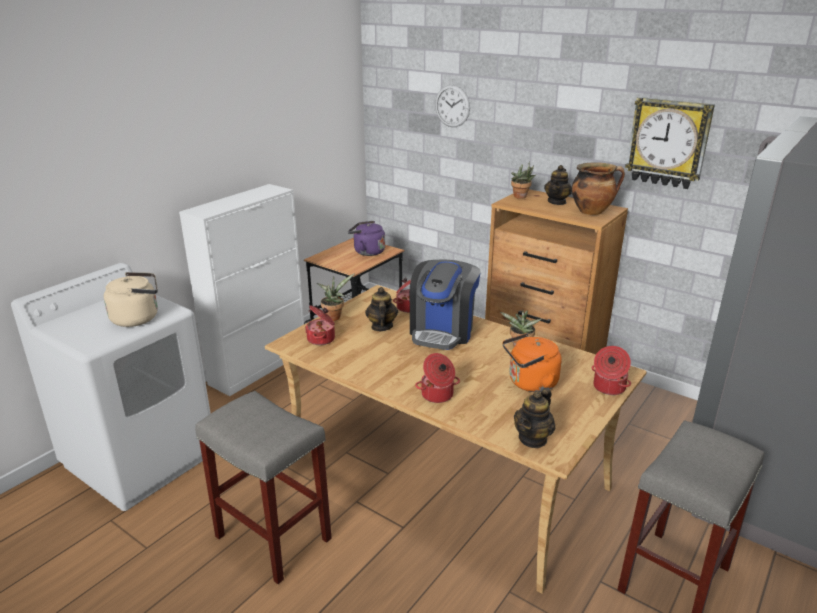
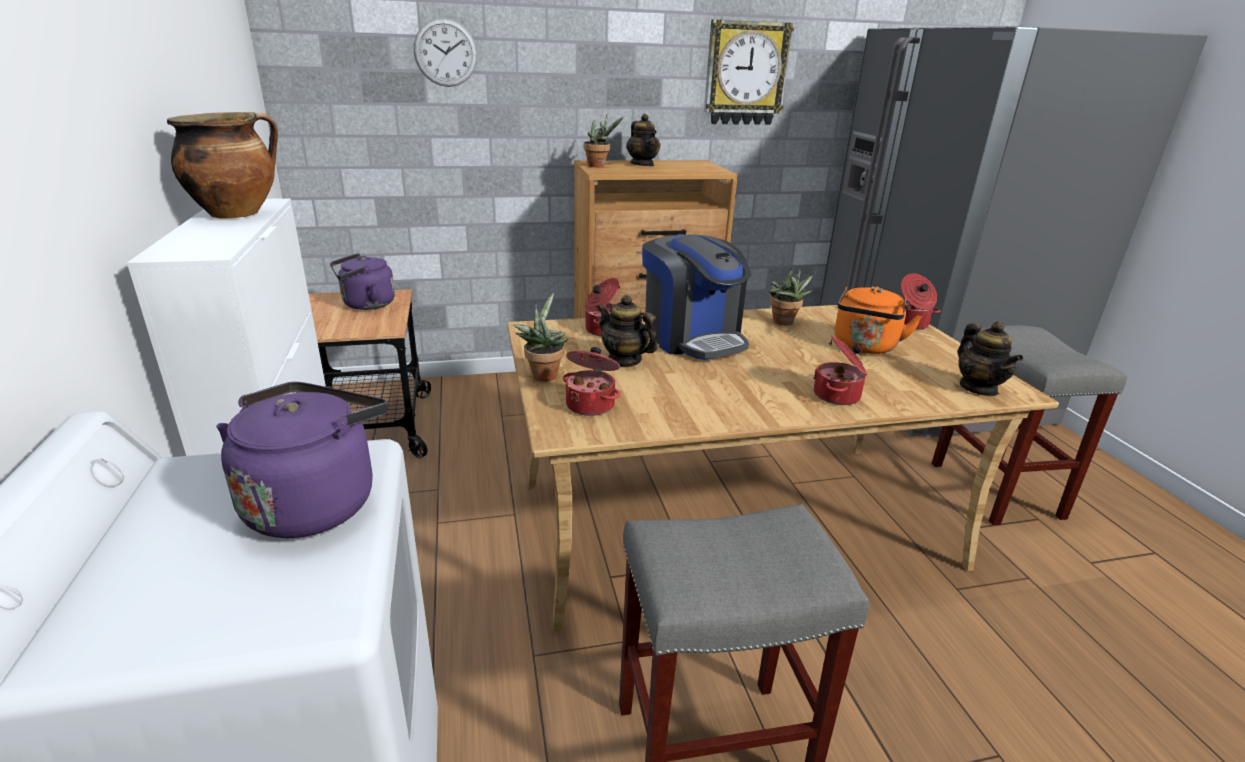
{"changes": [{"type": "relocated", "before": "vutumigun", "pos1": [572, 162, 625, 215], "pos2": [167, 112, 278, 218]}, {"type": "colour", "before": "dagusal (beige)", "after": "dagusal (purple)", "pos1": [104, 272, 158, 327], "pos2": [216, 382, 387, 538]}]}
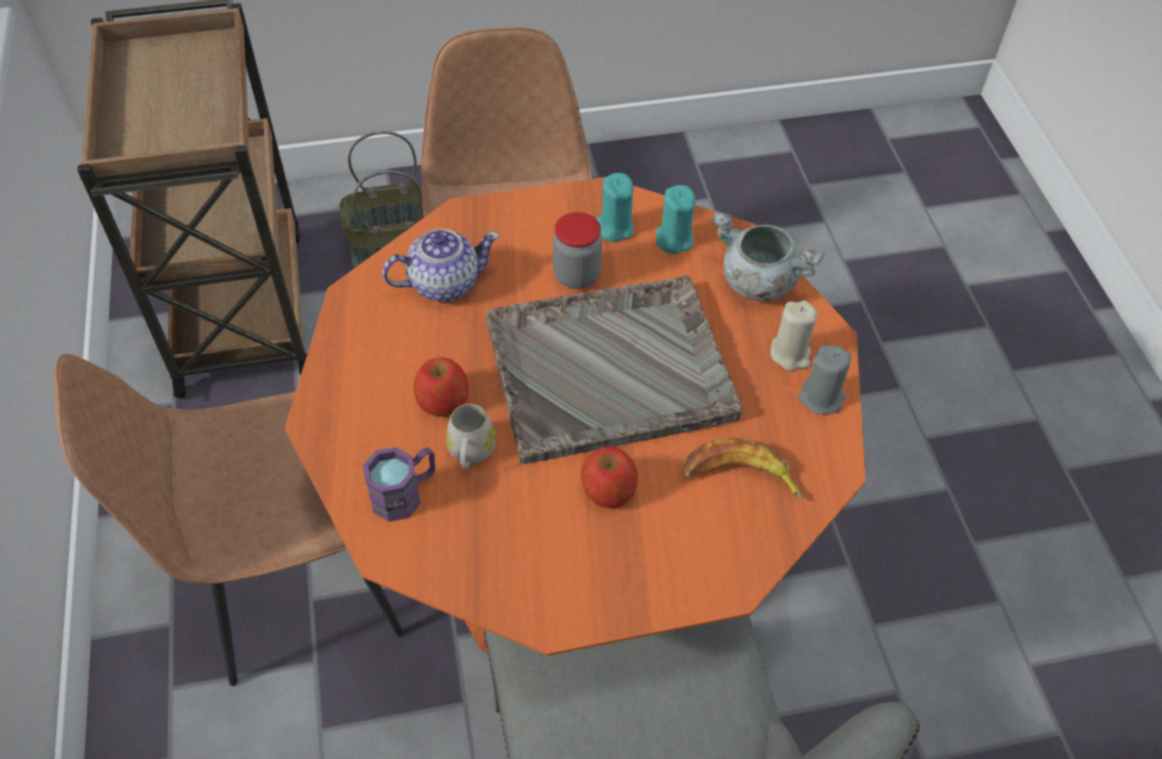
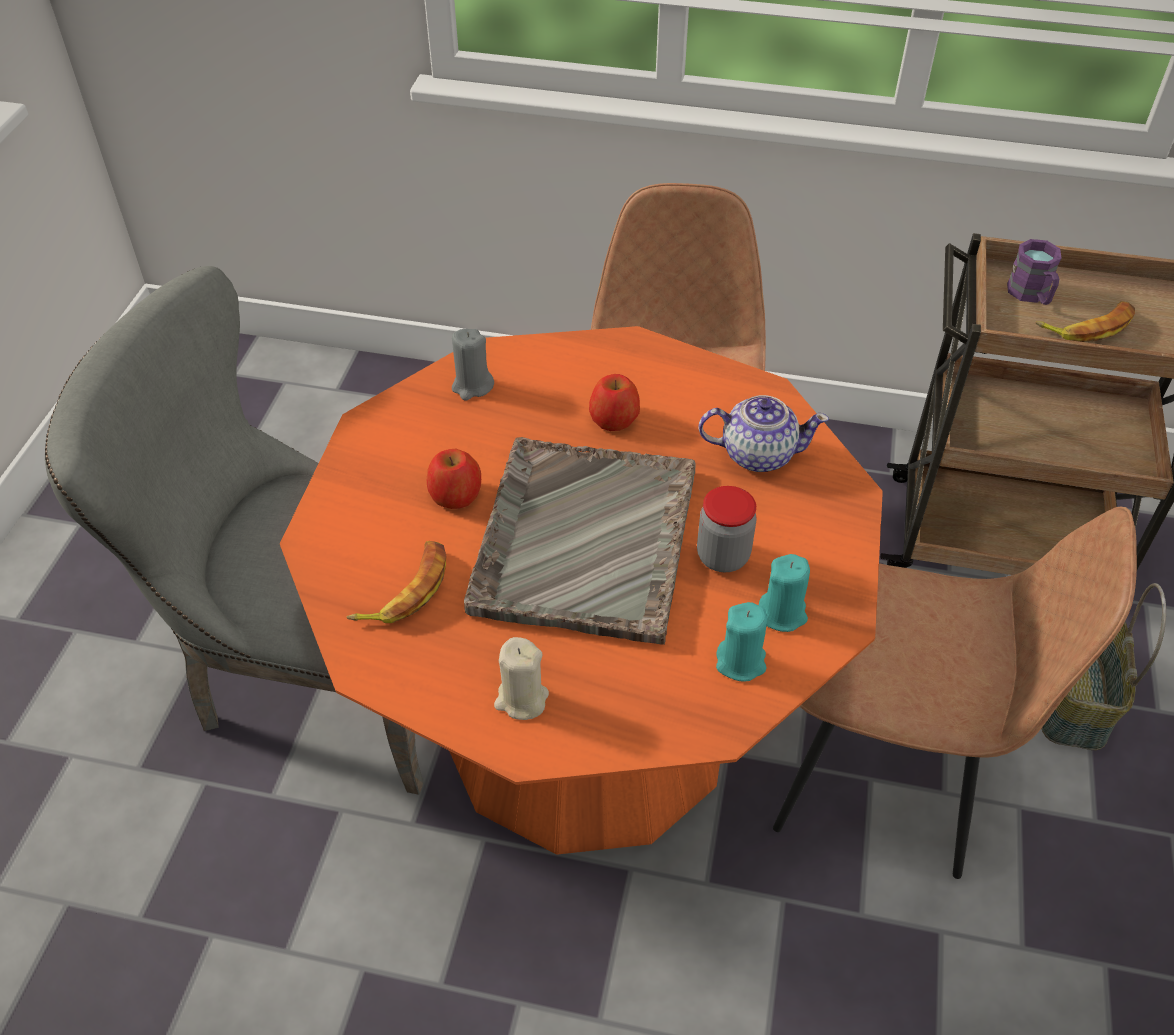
{"changes": [{"type": "missing", "before": "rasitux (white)", "pos1": [446, 404, 496, 469]}, {"type": "missing", "before": "vutumigun (grey)", "pos1": [712, 211, 824, 301]}, {"type": "appeared", "after": "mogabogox", "pos2": [1036, 302, 1135, 342]}, {"type": "relocated", "before": "rasitux (purple)", "pos1": [363, 447, 435, 522], "pos2": [1007, 239, 1062, 305]}, {"type": "relocated", "before": "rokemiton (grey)", "pos1": [798, 346, 851, 415], "pos2": [452, 329, 494, 400]}, {"type": "spun", "before": "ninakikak", "pos1": [382, 229, 499, 302], "pos2": [698, 395, 829, 472], "turn": -90}]}
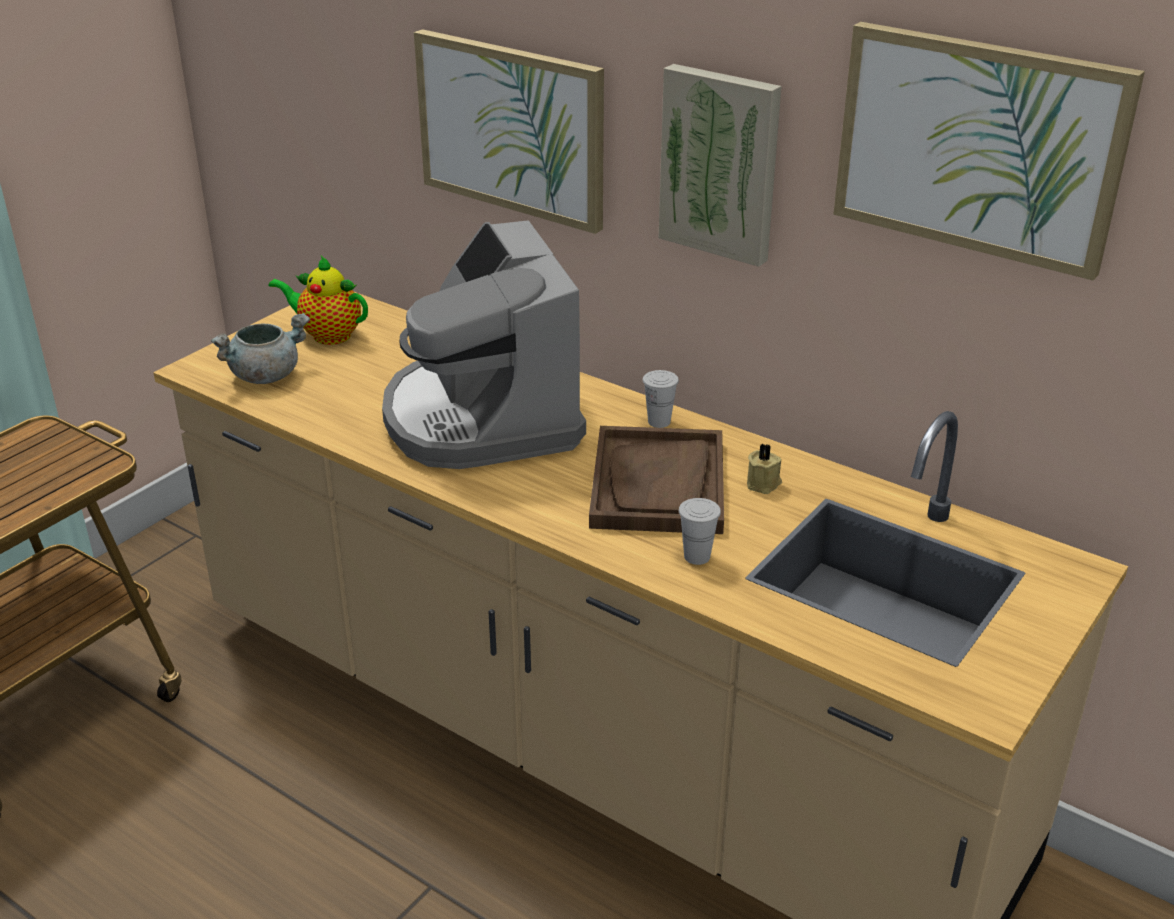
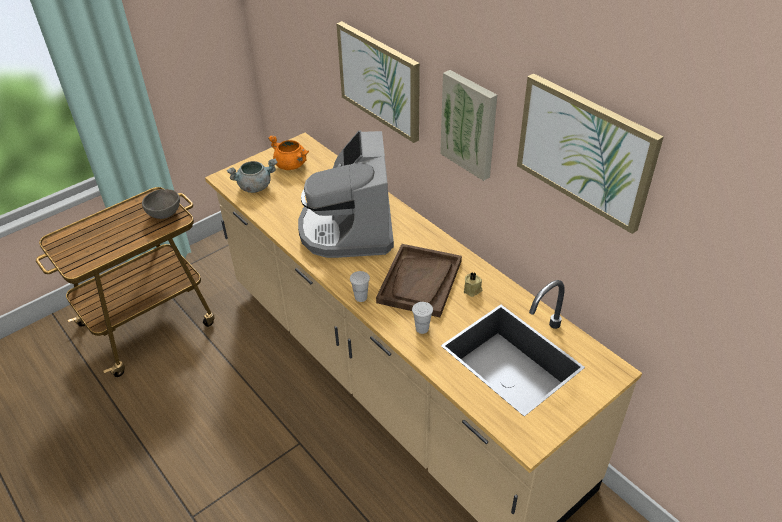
{"changes": [{"type": "appeared", "after": "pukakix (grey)", "pos2": [142, 189, 180, 219]}, {"type": "relocated", "before": "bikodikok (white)", "pos1": [643, 370, 679, 428], "pos2": [350, 271, 370, 302]}, {"type": "exchanged", "before": "ninakikak", "after": "vutumigun (orange)", "pos1": [269, 256, 368, 345], "pos2": [268, 136, 309, 170]}]}
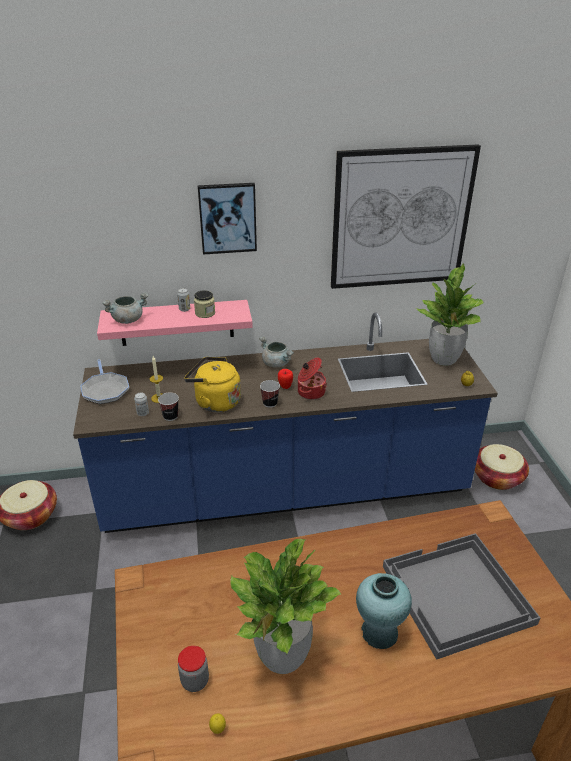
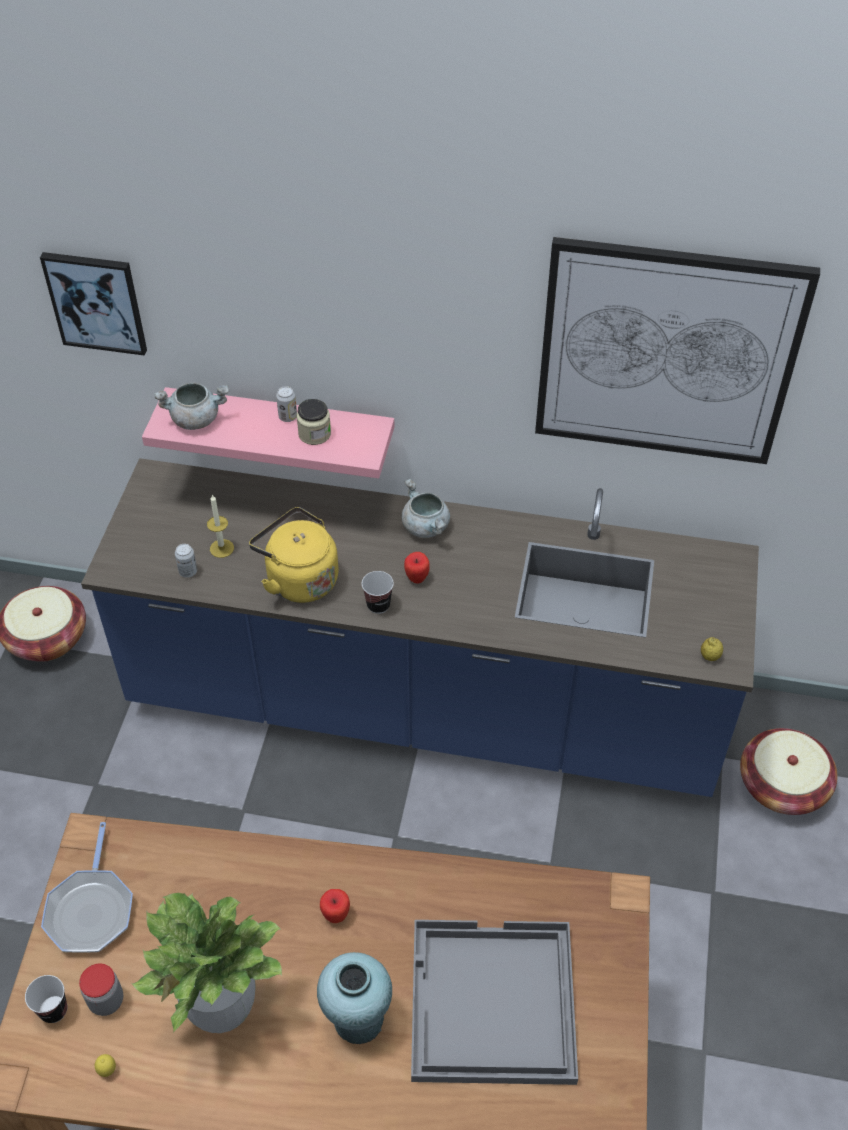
{"changes": [{"type": "missing", "before": "vutumigun", "pos1": [298, 358, 327, 400]}, {"type": "missing", "before": "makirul", "pos1": [416, 264, 484, 366]}, {"type": "appeared", "after": "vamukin", "pos2": [320, 889, 350, 923]}, {"type": "relocated", "before": "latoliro", "pos1": [80, 359, 129, 404], "pos2": [41, 822, 133, 953]}, {"type": "relocated", "before": "bikodikok", "pos1": [158, 393, 179, 421], "pos2": [25, 975, 67, 1023]}, {"type": "relocated", "before": "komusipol", "pos1": [198, 183, 257, 255], "pos2": [40, 252, 147, 356]}]}
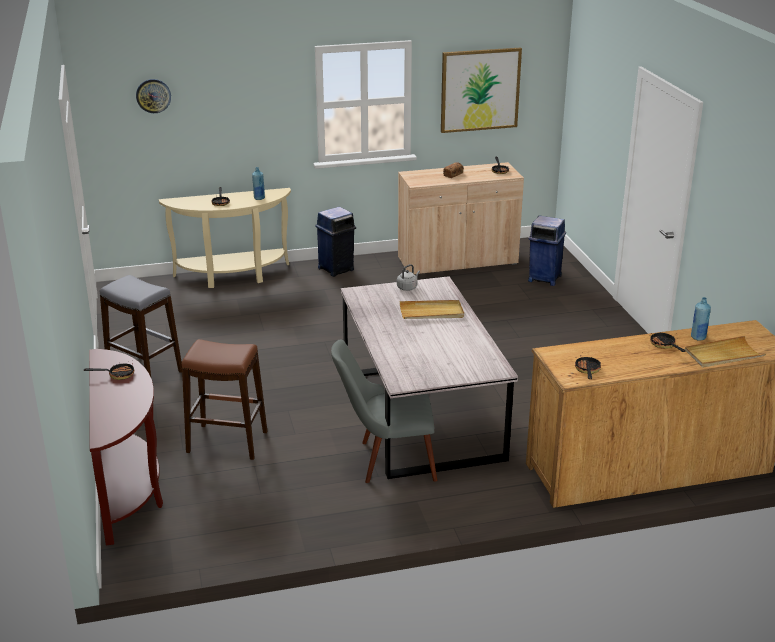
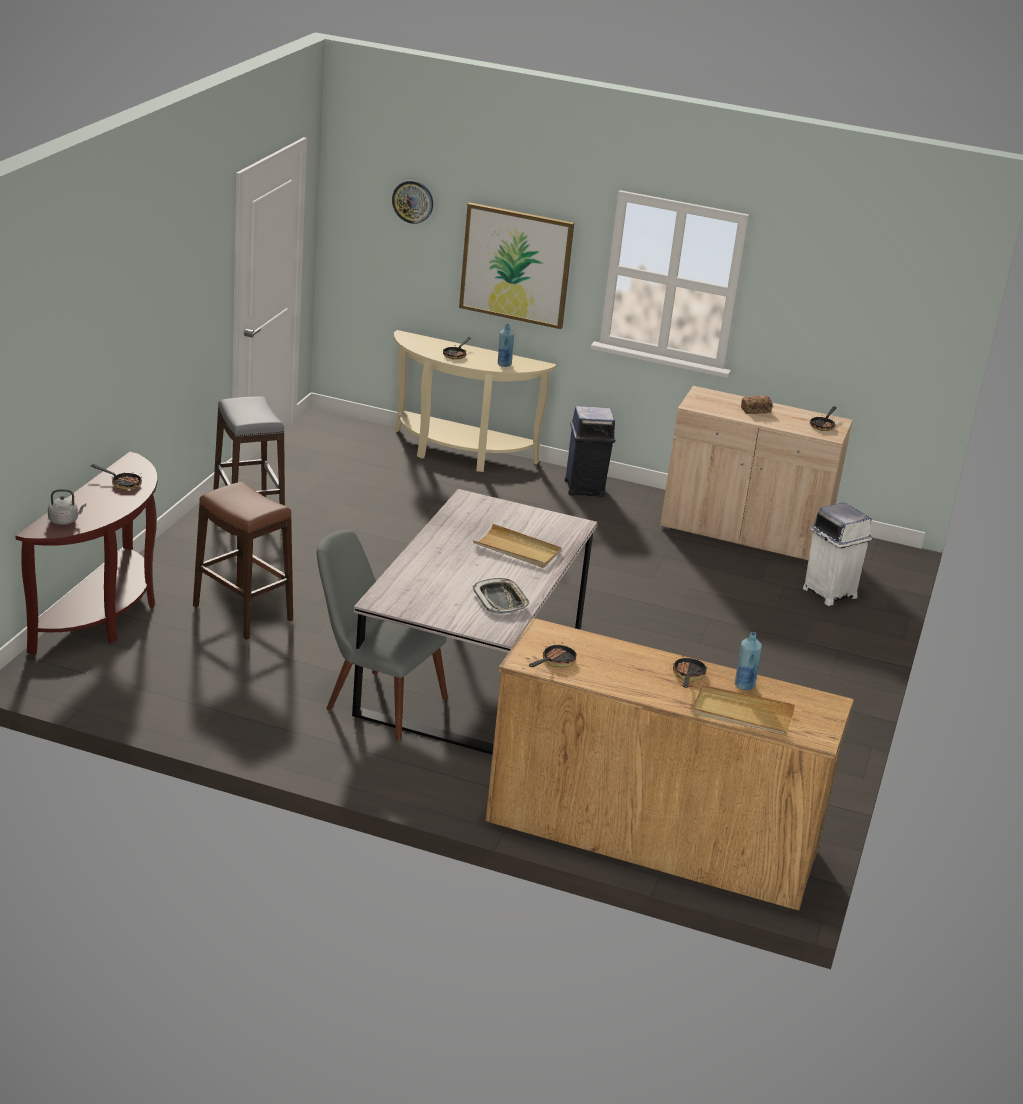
{"changes": [{"type": "appeared", "after": "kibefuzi", "pos2": [472, 578, 531, 614]}, {"type": "relocated", "before": "dagusal (grey)", "pos1": [397, 264, 420, 291], "pos2": [48, 489, 86, 525]}, {"type": "relocated", "before": "komusipol", "pos1": [441, 47, 522, 133], "pos2": [459, 202, 574, 329]}, {"type": "colour", "before": "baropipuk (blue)", "after": "baropipuk (white)", "pos1": [528, 216, 566, 286], "pos2": [803, 503, 872, 606]}]}
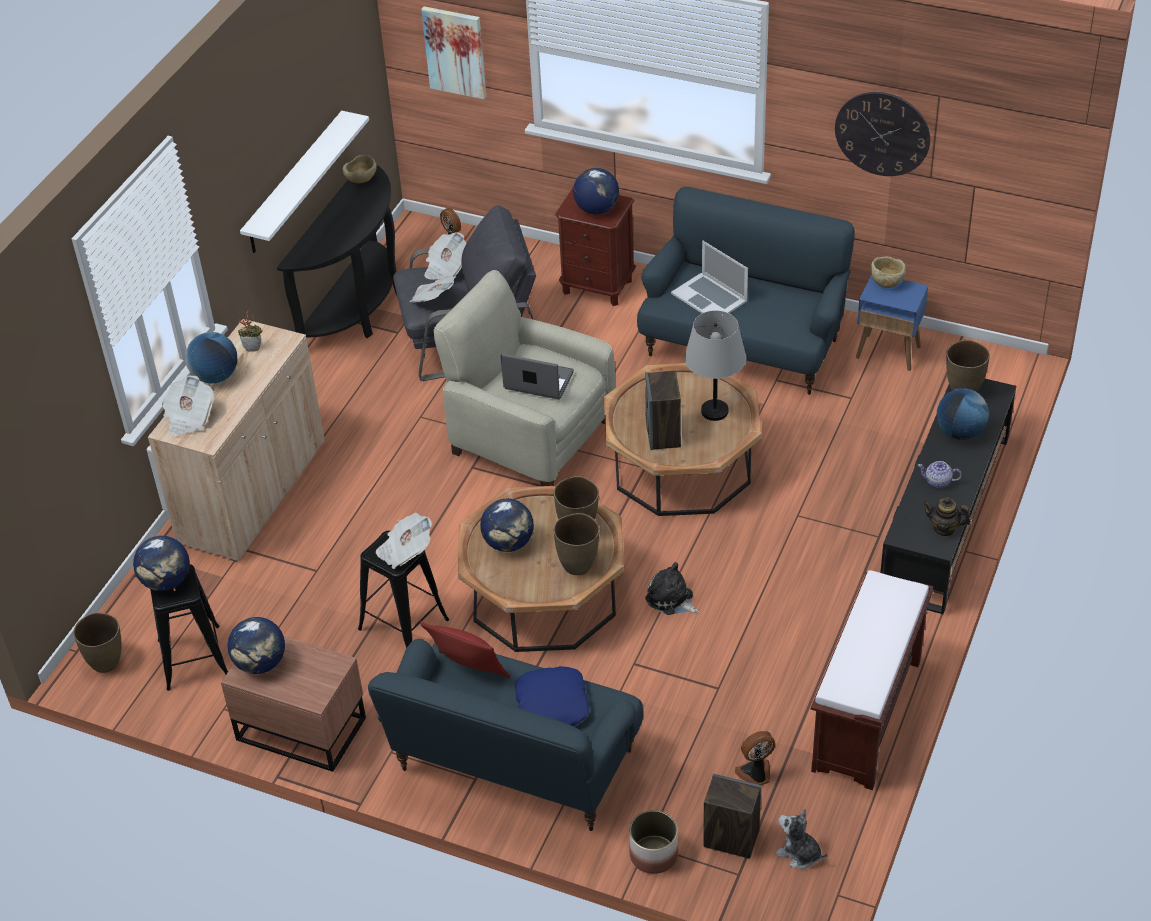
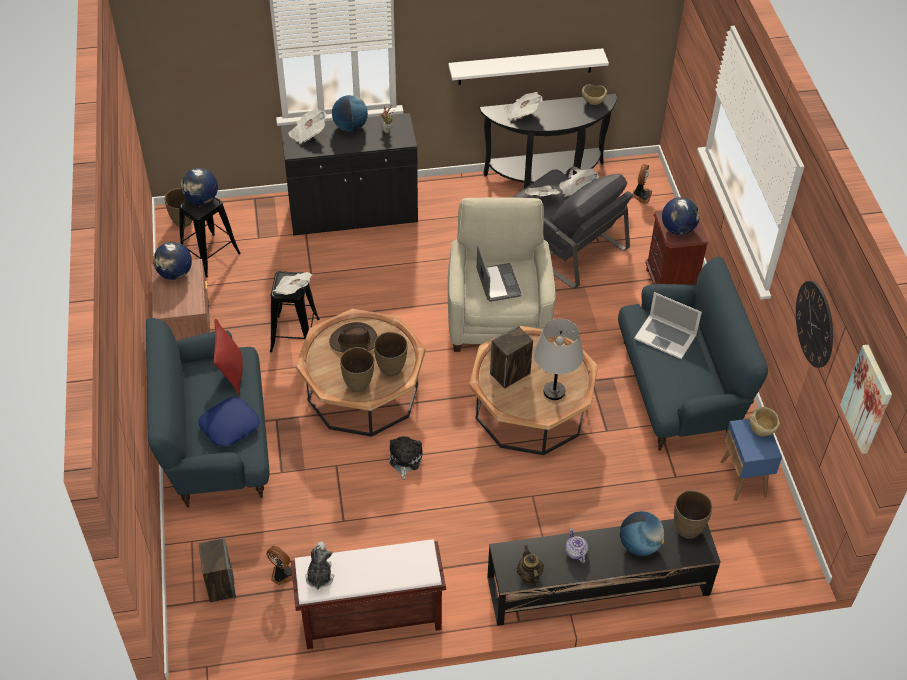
{"changes": [{"type": "missing", "before": "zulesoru", "pos1": [629, 810, 678, 874]}, {"type": "appeared", "after": "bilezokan", "pos2": [504, 92, 542, 120]}, {"type": "relocated", "before": "komusipol", "pos1": [421, 6, 486, 99], "pos2": [840, 345, 892, 454]}, {"type": "relocated", "before": "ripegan", "pos1": [776, 809, 828, 869], "pos2": [305, 541, 334, 590]}, {"type": "exchanged", "before": "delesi", "after": "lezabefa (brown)", "pos1": [480, 499, 534, 552], "pos2": [329, 322, 378, 352]}, {"type": "colour", "before": "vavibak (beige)", "after": "vavibak (black)", "pos1": [148, 319, 325, 562], "pos2": [281, 113, 418, 236]}, {"type": "spun", "before": "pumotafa", "pos1": [671, 240, 748, 313], "pos2": [634, 292, 702, 359], "turn": -75}]}
